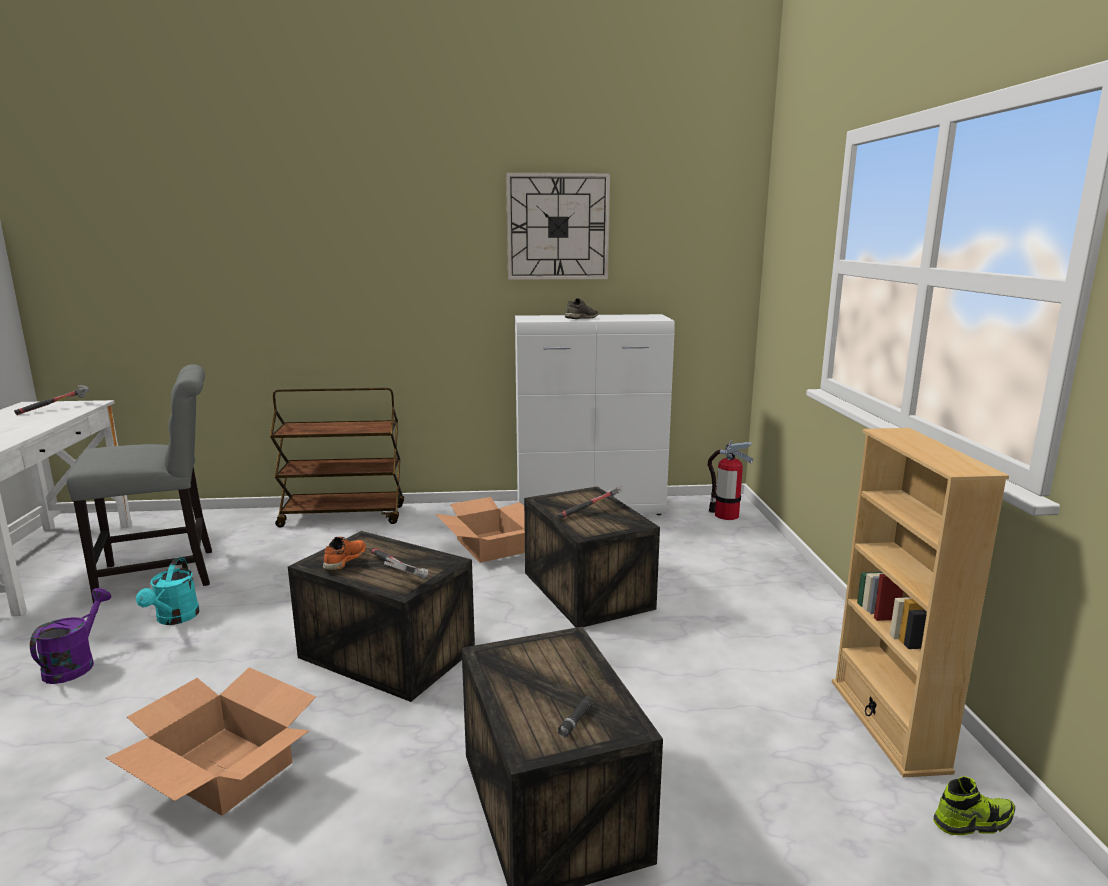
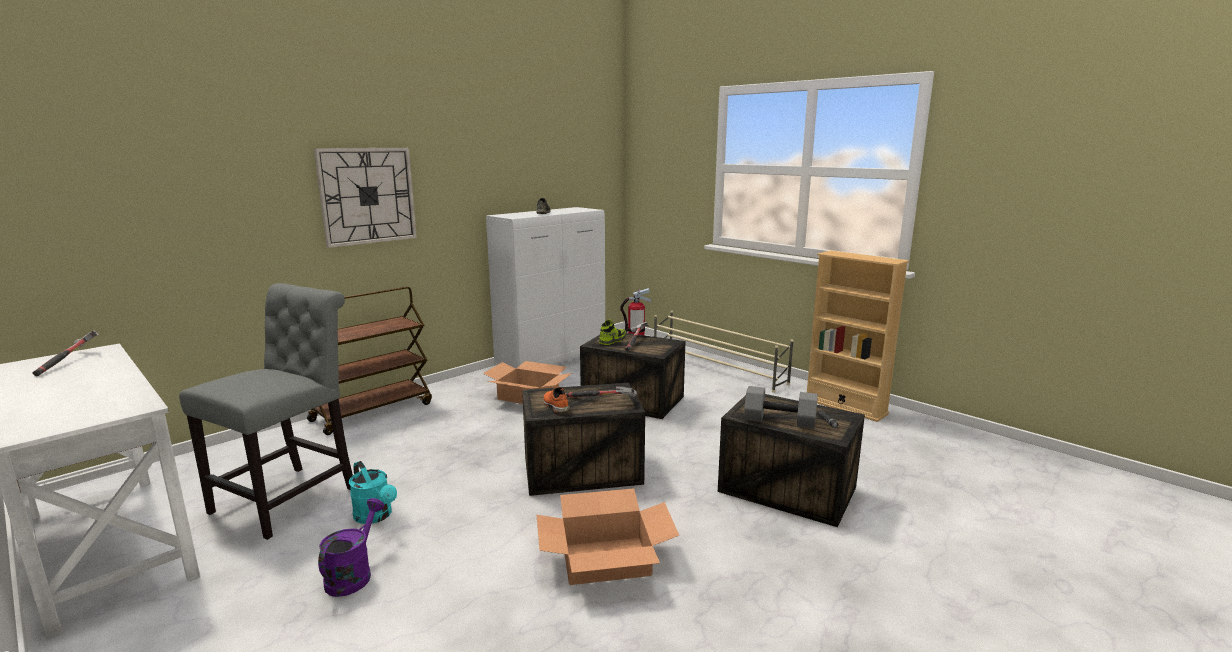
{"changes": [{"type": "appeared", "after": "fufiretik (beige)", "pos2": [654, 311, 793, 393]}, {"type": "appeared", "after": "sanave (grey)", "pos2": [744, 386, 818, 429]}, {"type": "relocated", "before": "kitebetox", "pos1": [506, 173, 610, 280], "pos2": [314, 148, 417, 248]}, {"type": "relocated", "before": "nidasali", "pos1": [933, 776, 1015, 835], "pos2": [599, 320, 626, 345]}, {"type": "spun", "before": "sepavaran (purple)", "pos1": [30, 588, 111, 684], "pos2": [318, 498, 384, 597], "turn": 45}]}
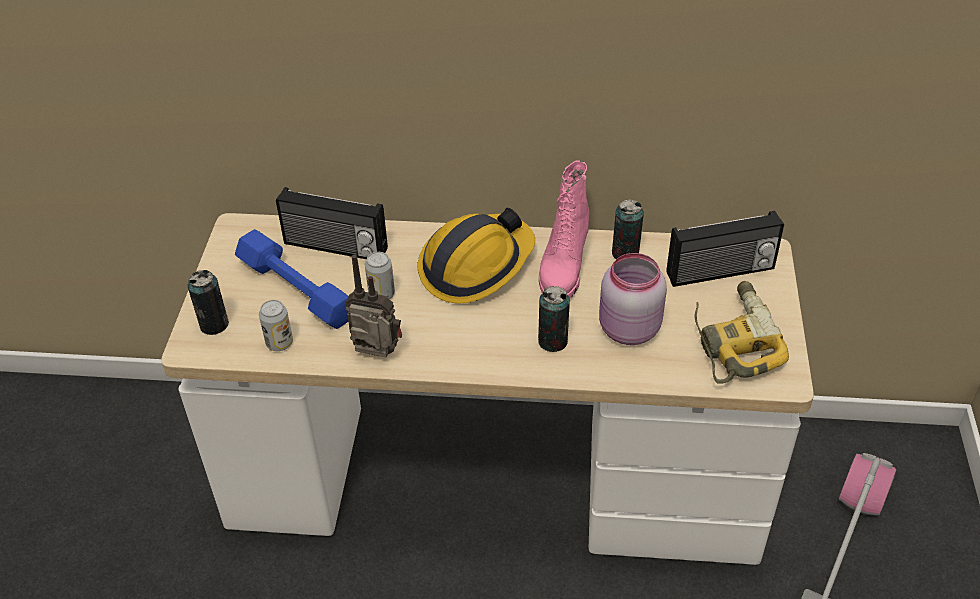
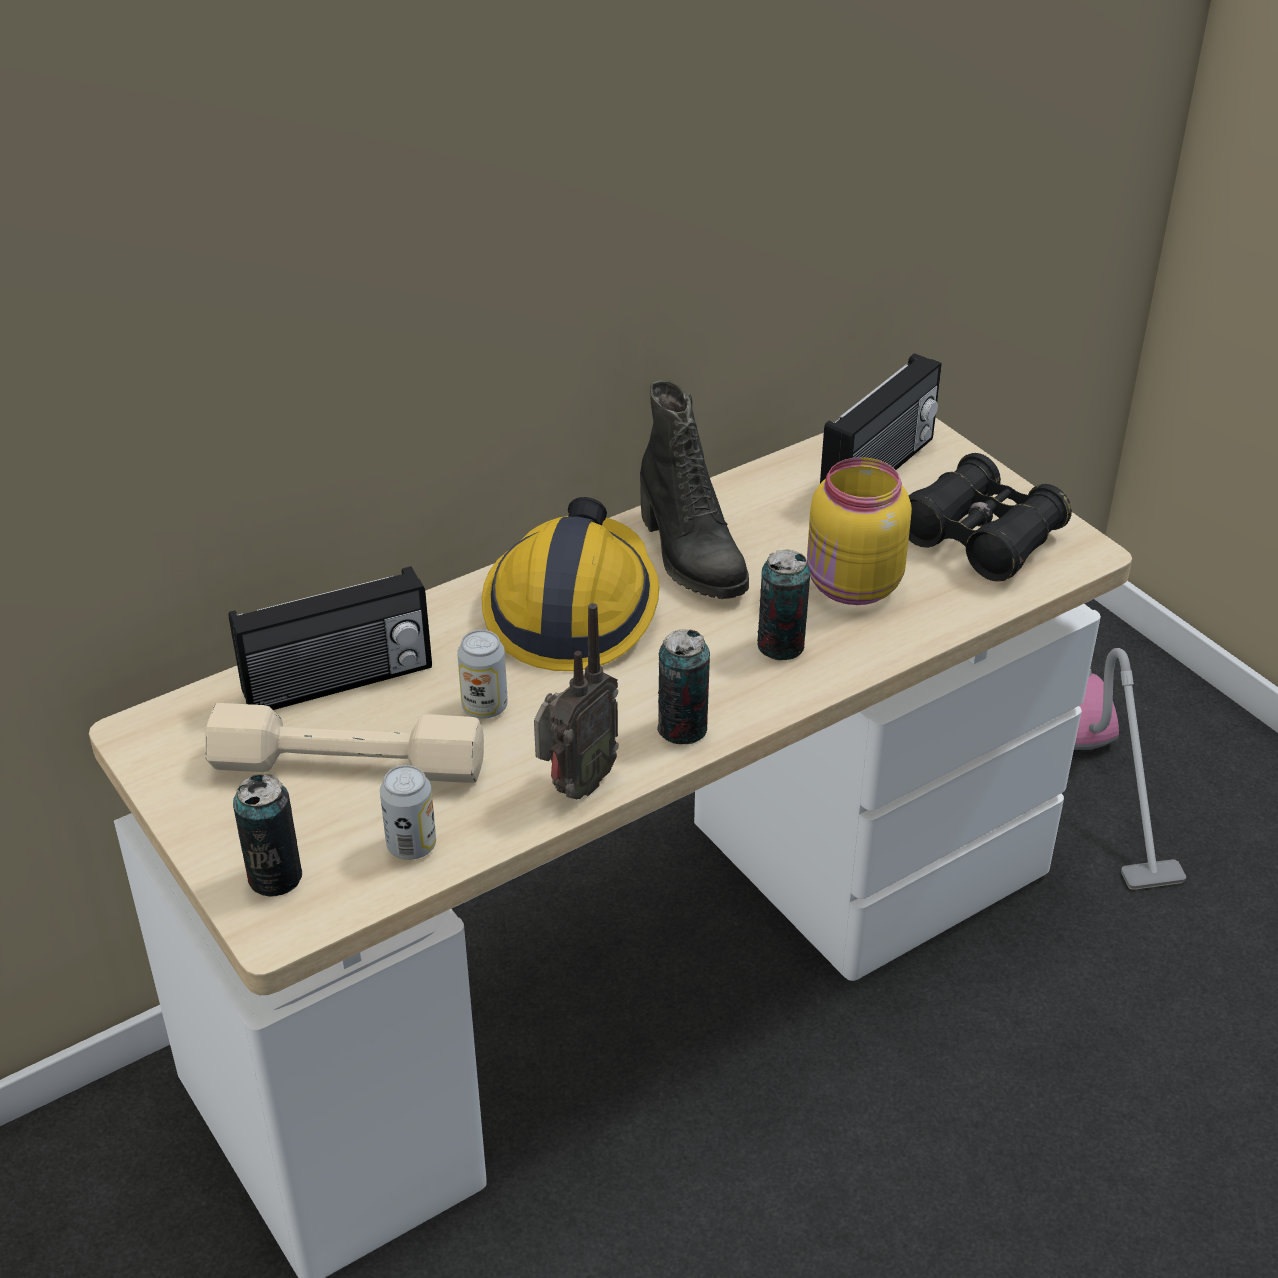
{"changes": [{"type": "relocated", "before": "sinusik", "pos1": [612, 199, 644, 259], "pos2": [657, 629, 710, 744]}, {"type": "exchanged", "before": "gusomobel", "after": "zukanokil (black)", "pos1": [695, 281, 789, 384], "pos2": [908, 453, 1072, 582]}, {"type": "colour", "before": "sanave (blue)", "after": "sanave (beige)", "pos1": [235, 229, 349, 329], "pos2": [205, 703, 484, 783]}, {"type": "colour", "before": "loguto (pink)", "after": "loguto (black)", "pos1": [539, 160, 589, 299], "pos2": [640, 380, 749, 599]}, {"type": "colour", "before": "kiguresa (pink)", "after": "kiguresa (yellow)", "pos1": [599, 253, 667, 345], "pos2": [807, 457, 912, 605]}, {"type": "spun", "before": "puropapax", "pos1": [345, 255, 402, 358], "pos2": [534, 603, 619, 799], "turn": 150}]}
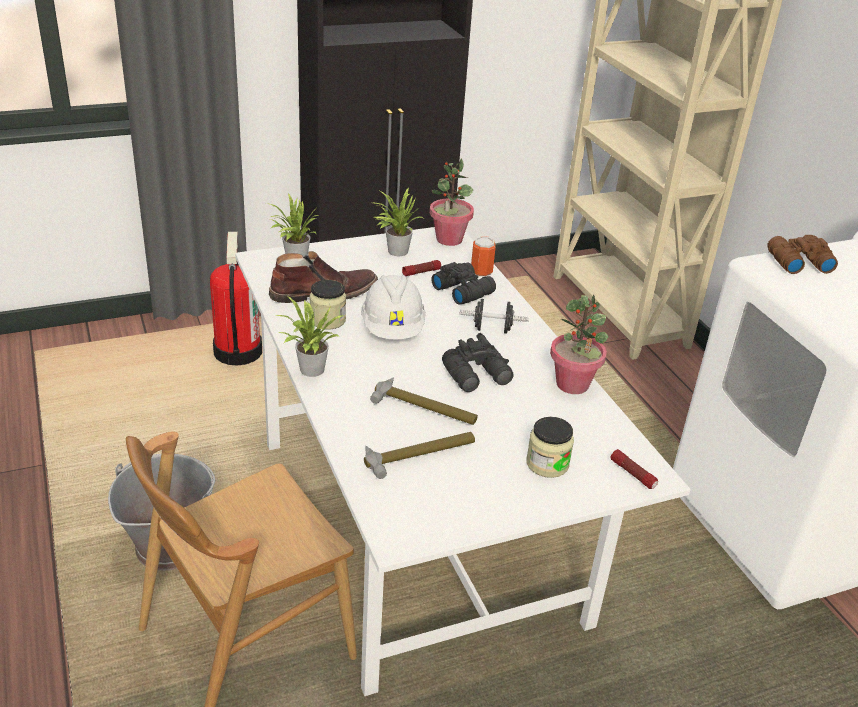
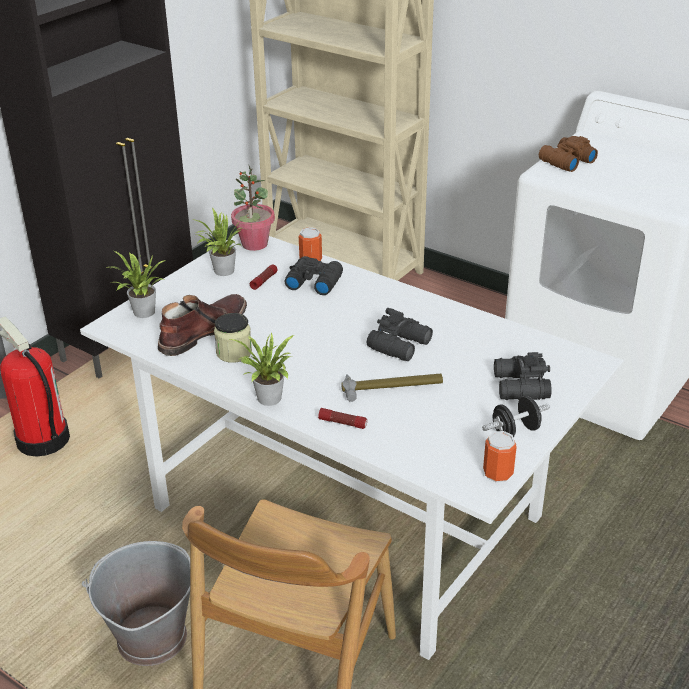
{"changes": [{"type": "missing", "before": "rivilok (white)", "pos1": [361, 275, 426, 340]}, {"type": "missing", "before": "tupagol", "pos1": [364, 432, 475, 479]}, {"type": "missing", "before": "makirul", "pos1": [550, 294, 608, 394]}, {"type": "appeared", "after": "sinusik", "pos2": [483, 431, 517, 482]}, {"type": "relocated", "before": "sanave (black)", "pos1": [459, 299, 529, 334], "pos2": [482, 396, 550, 437]}, {"type": "relocated", "before": "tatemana", "pos1": [610, 449, 658, 489], "pos2": [318, 408, 367, 429]}, {"type": "exchanged", "before": "kiguresa", "after": "zukanokil (black)", "pos1": [526, 417, 574, 478], "pos2": [494, 352, 551, 400]}]}
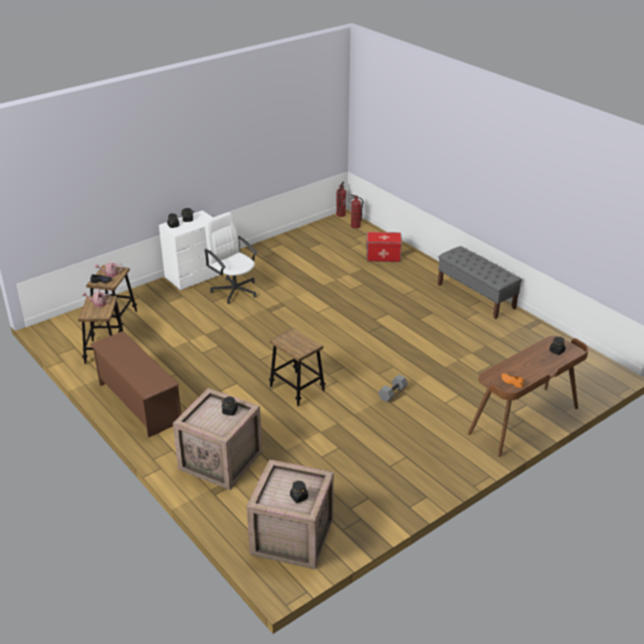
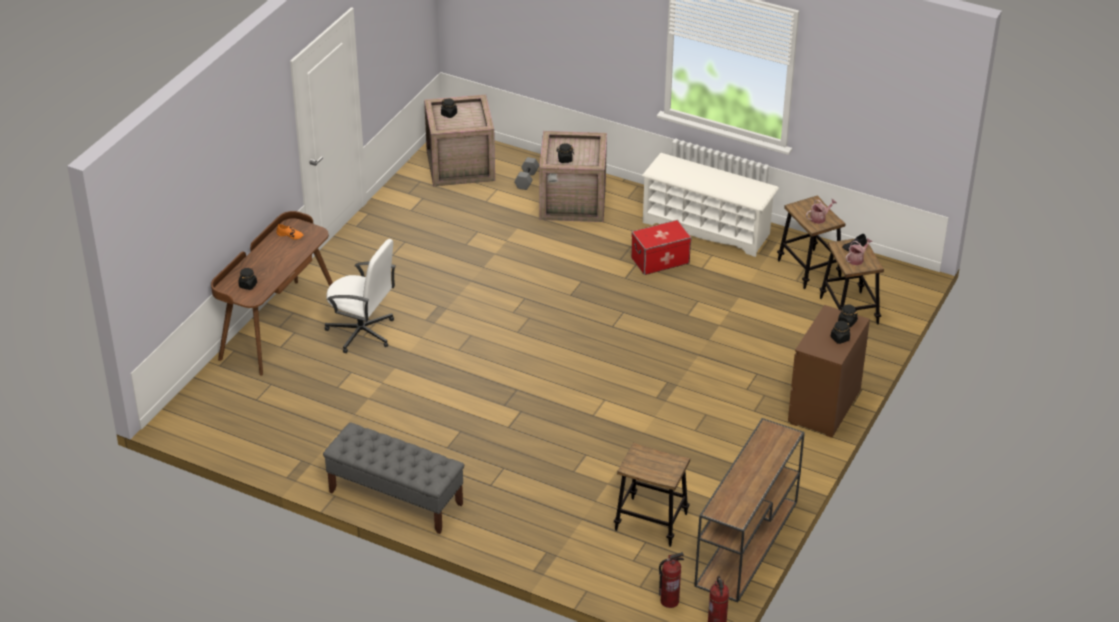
{"changes": [{"type": "appeared", "after": "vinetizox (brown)", "pos2": [694, 418, 805, 603]}, {"type": "relocated", "before": "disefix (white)", "pos1": [204, 212, 258, 304], "pos2": [325, 239, 396, 353]}, {"type": "relocated", "before": "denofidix", "pos1": [269, 328, 326, 406], "pos2": [614, 443, 690, 547]}, {"type": "relocated", "before": "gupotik", "pos1": [366, 232, 402, 262], "pos2": [631, 220, 692, 275]}, {"type": "relocated", "before": "sanave (grey)", "pos1": [378, 374, 408, 402], "pos2": [514, 157, 539, 190]}, {"type": "colour", "before": "fufiretik (brown)", "after": "fufiretik (white)", "pos1": [90, 331, 181, 438], "pos2": [642, 153, 779, 257]}, {"type": "colour", "before": "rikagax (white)", "after": "rikagax (brown)", "pos1": [159, 210, 220, 290], "pos2": [788, 305, 870, 438]}]}
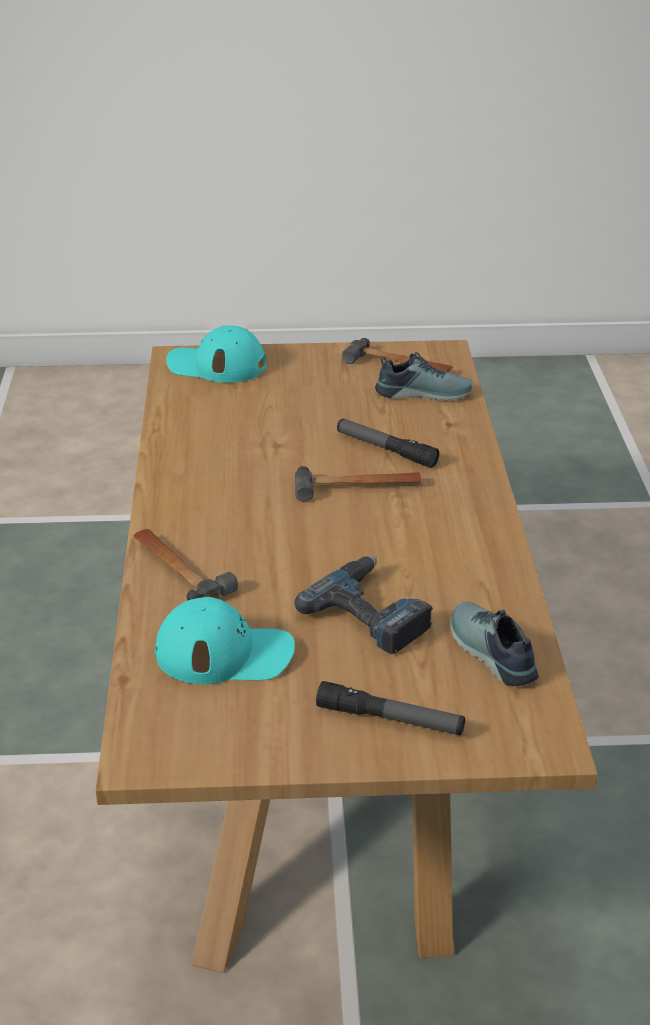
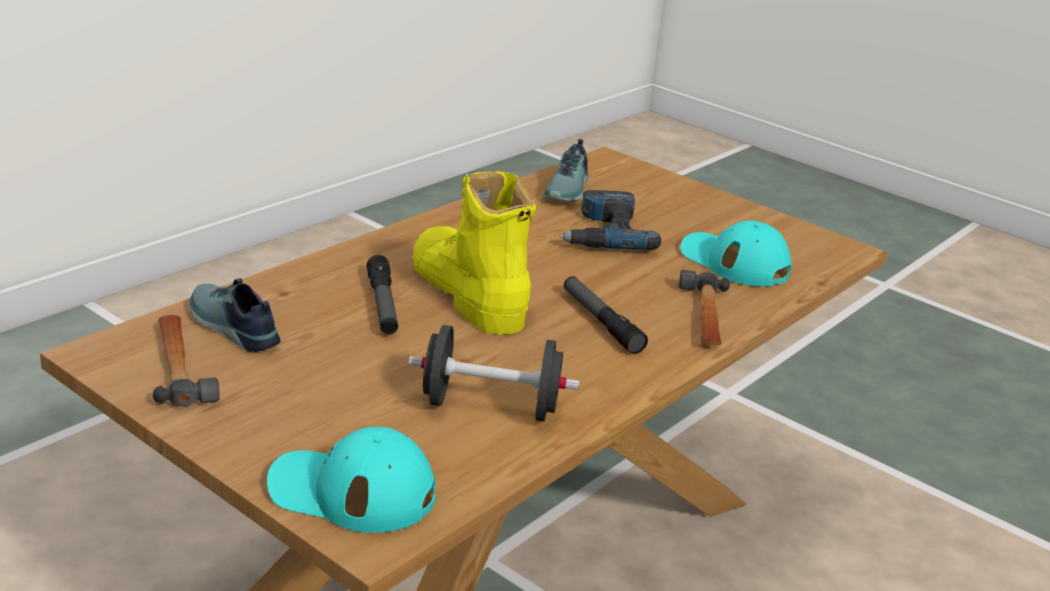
{"changes": [{"type": "appeared", "after": "sanave (black)", "pos2": [409, 325, 580, 422]}, {"type": "relocated", "before": "tatemana", "pos1": [316, 681, 465, 735], "pos2": [564, 276, 648, 354]}, {"type": "exchanged", "before": "tupagol", "after": "loguto (yellow)", "pos1": [295, 466, 421, 501], "pos2": [413, 171, 536, 335]}, {"type": "spun", "before": "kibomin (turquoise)", "pos1": [166, 325, 267, 383], "pos2": [267, 427, 436, 533], "turn": 135}]}
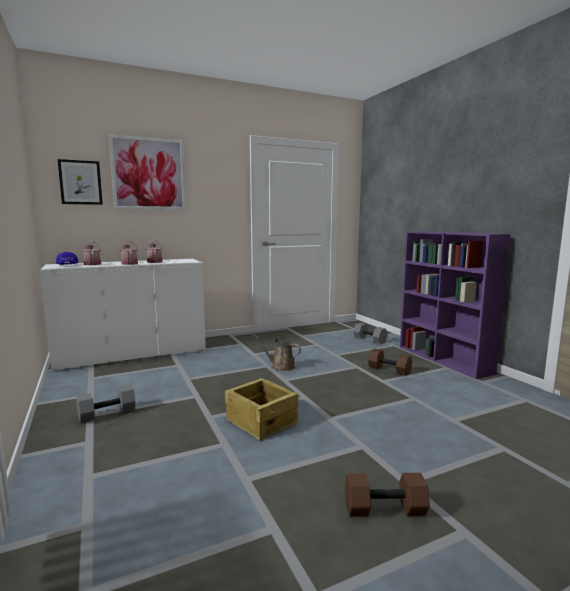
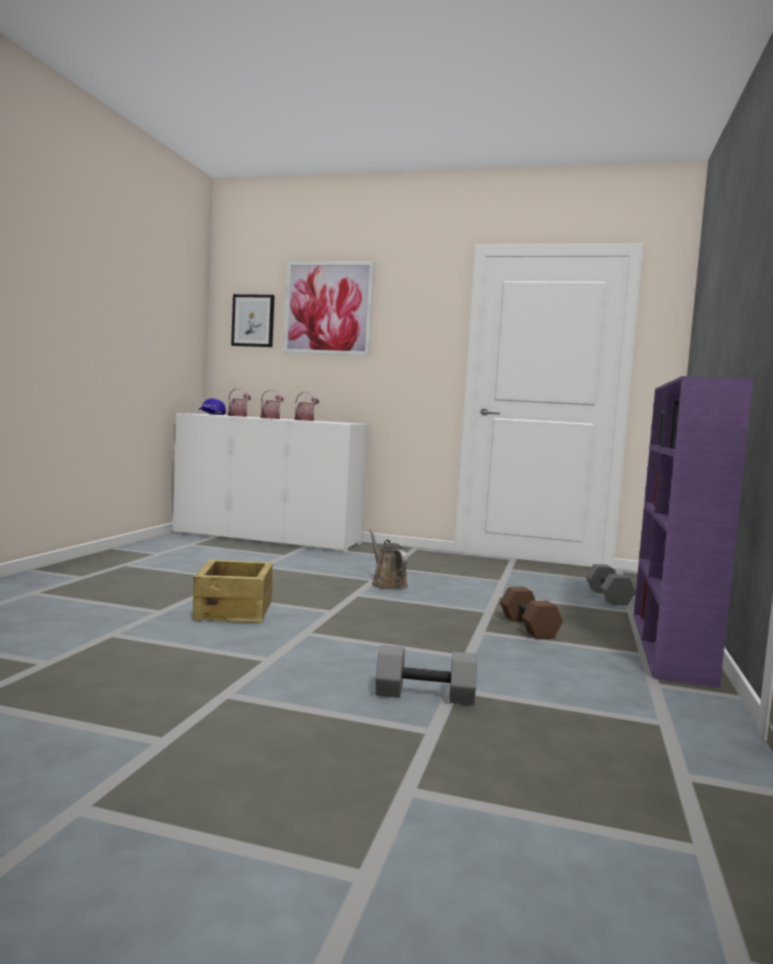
{"changes": [{"type": "missing", "before": "sanave (brown)", "pos1": [345, 473, 430, 517]}, {"type": "relocated", "before": "sanave (grey)", "pos1": [76, 385, 136, 423], "pos2": [376, 645, 477, 705]}]}
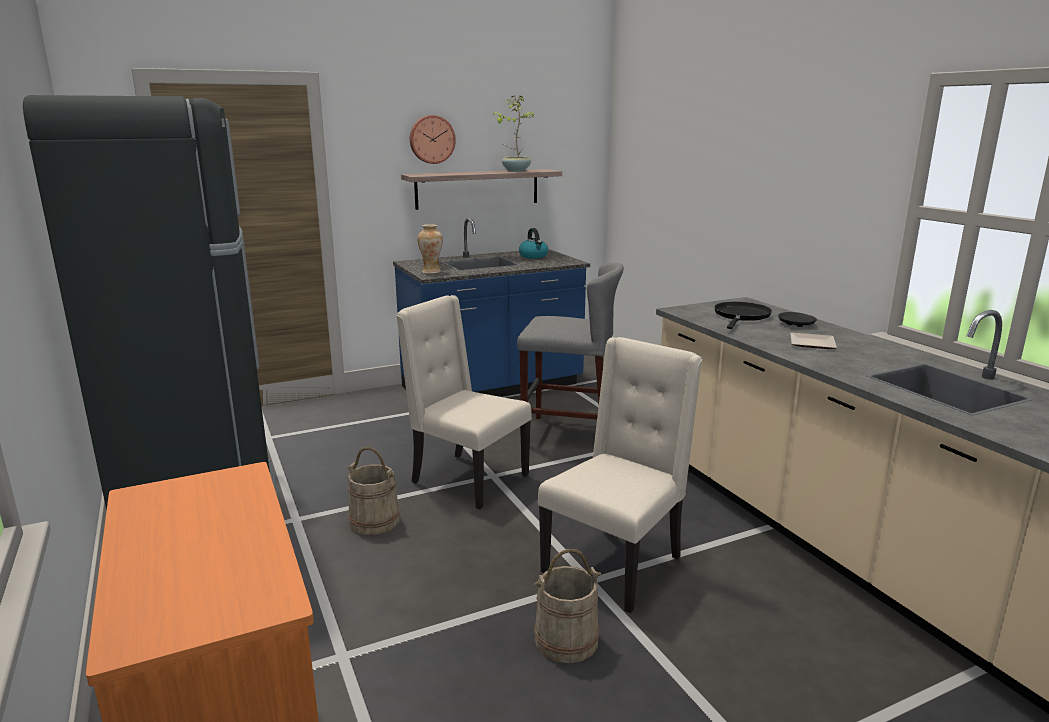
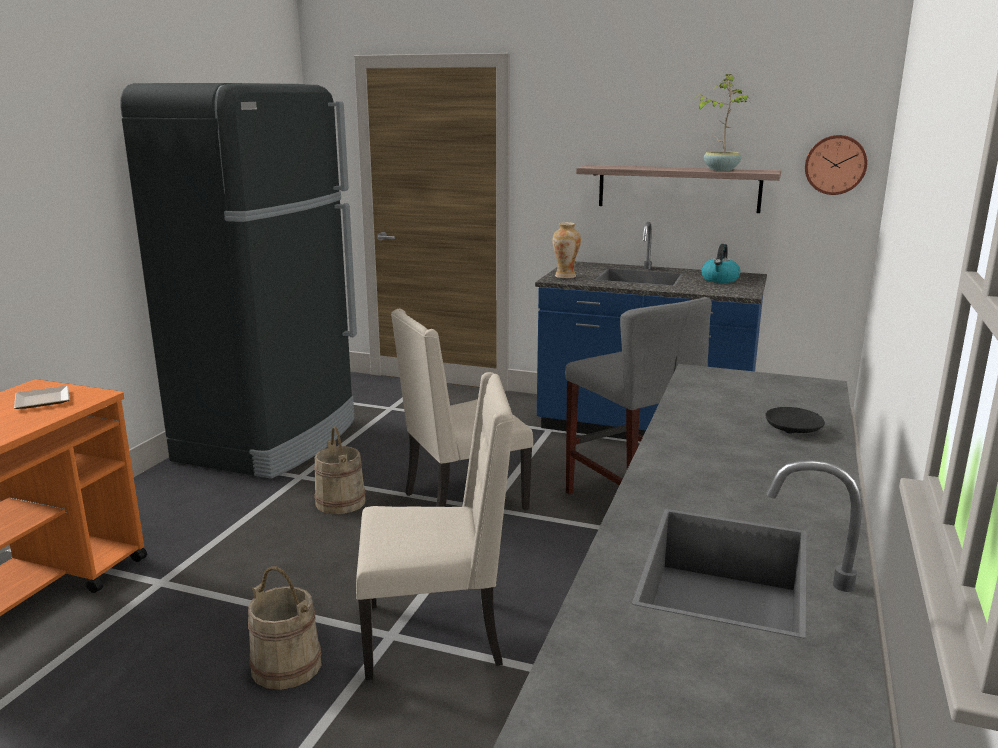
{"changes": [{"type": "missing", "before": "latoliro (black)", "pos1": [714, 302, 772, 329]}, {"type": "relocated", "before": "kitebetox", "pos1": [410, 115, 456, 164], "pos2": [805, 135, 868, 195]}, {"type": "relocated", "before": "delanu", "pos1": [791, 333, 837, 349], "pos2": [14, 386, 69, 409]}, {"type": "spun", "before": "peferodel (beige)", "pos1": [396, 295, 532, 509], "pos2": [391, 309, 533, 510], "turn": -105}]}
